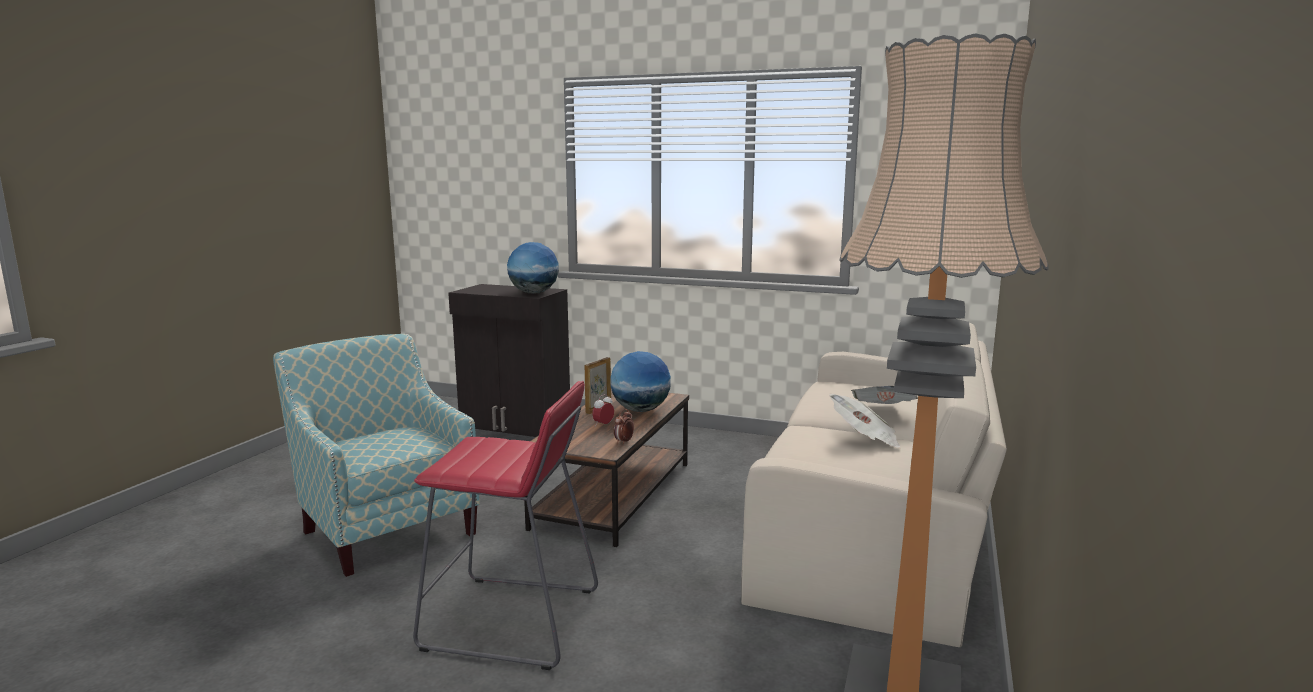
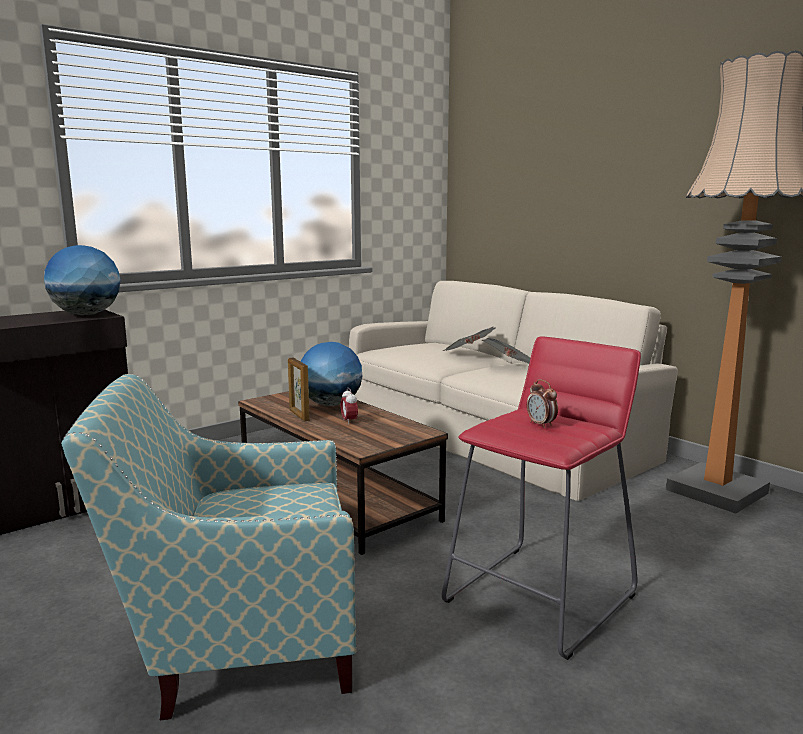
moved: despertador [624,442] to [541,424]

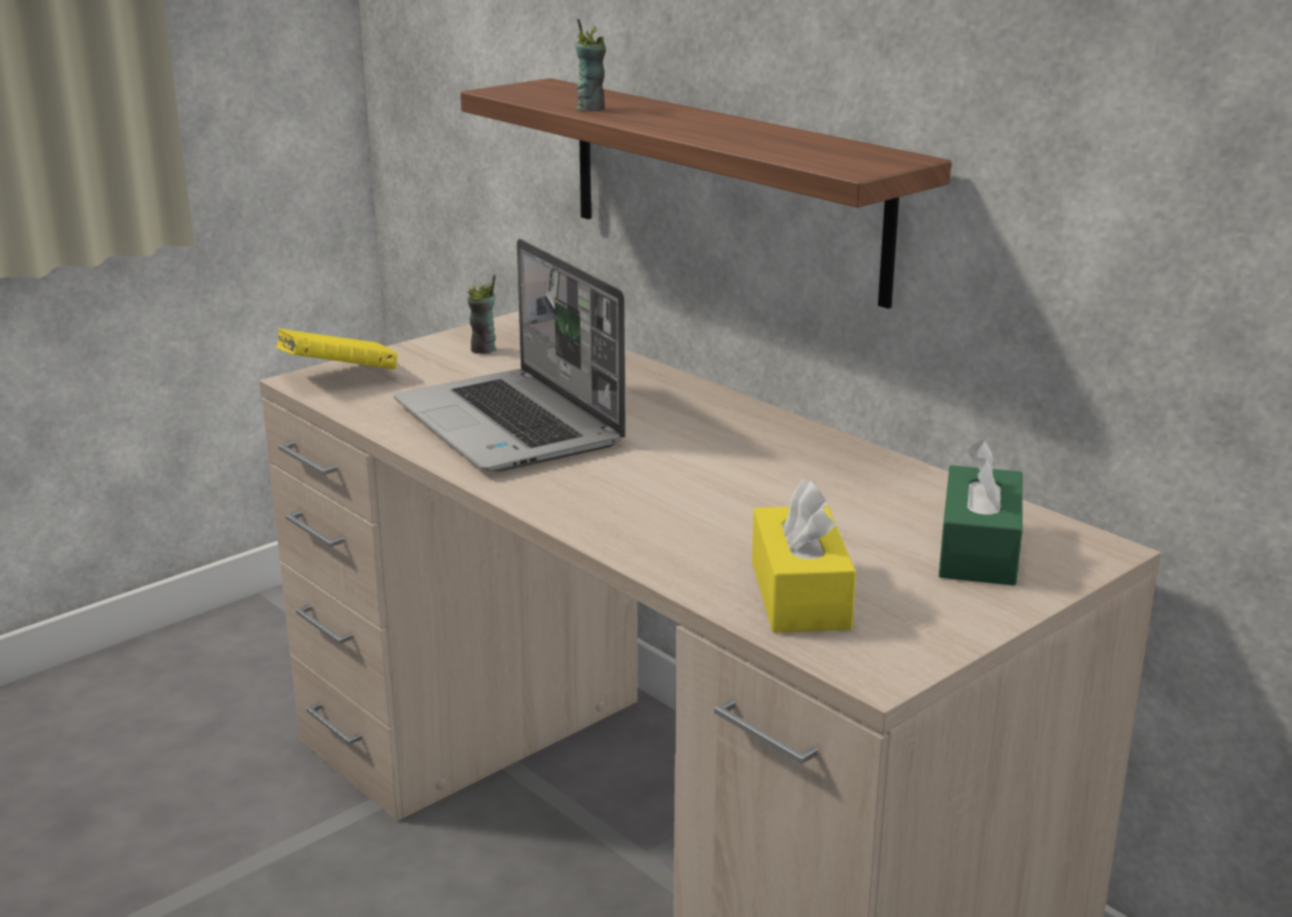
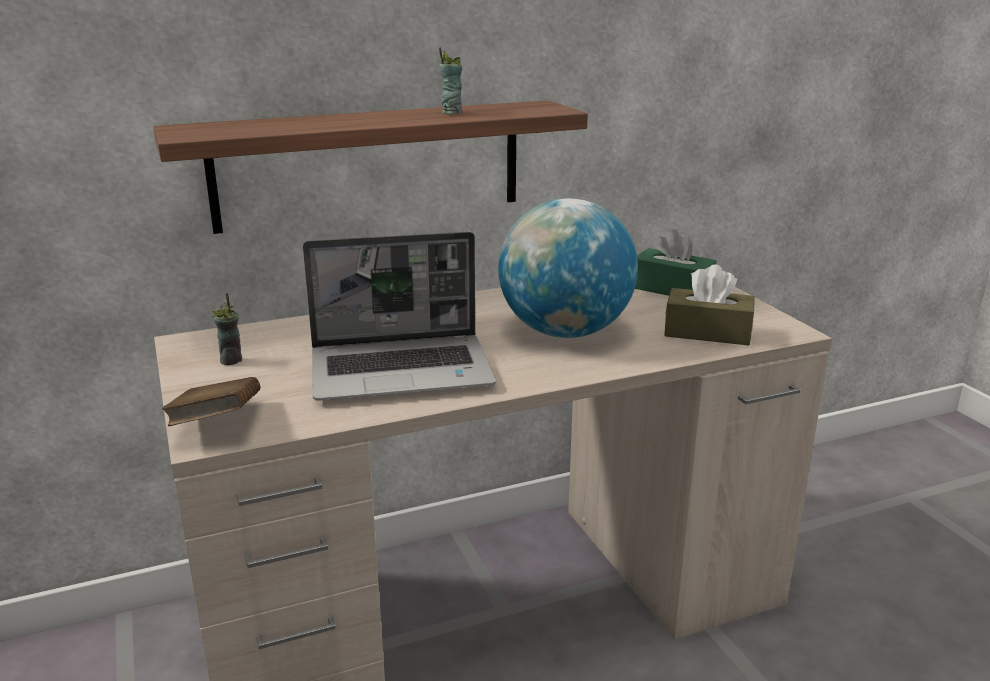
added: globo terráqueo [565,332]
moved: taza [591,108] to [451,112]
recoloured: libro/amarillo [338,377] to libro/marrón [217,424]; caja de pañuelos/amarillo [800,595] to caja de pañuelos/marrón [707,332]

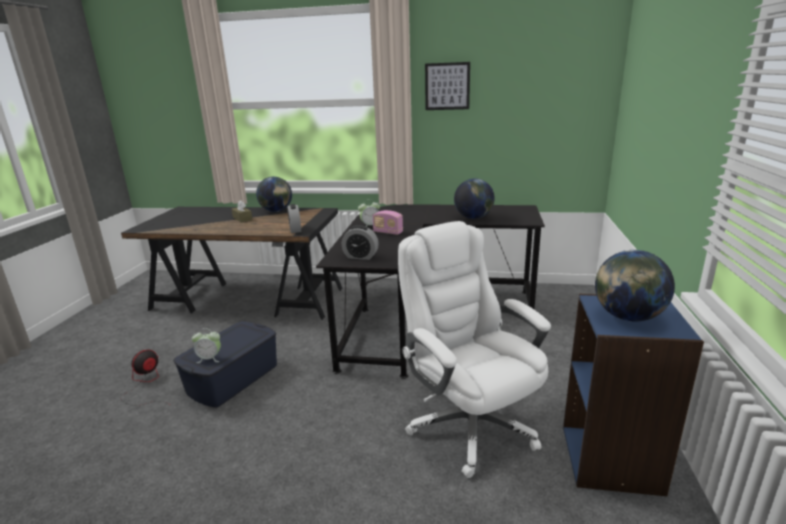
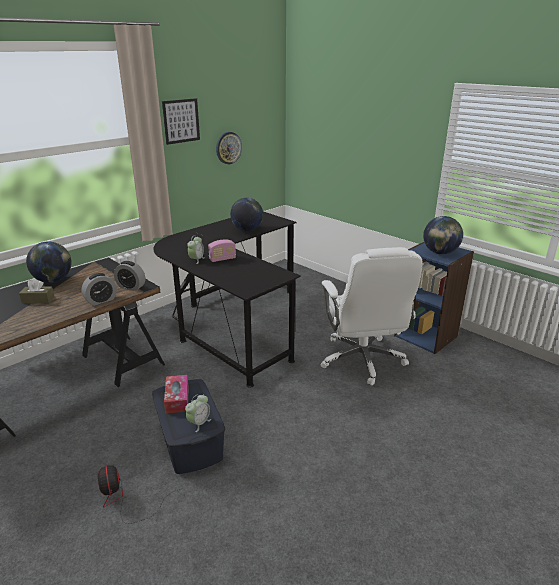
added: caja de pañuelos [177,399]; reloj de pared [228,148]
moved: despertador [360,256] to [101,300]
turned: silla de oficina/blanco [470,424] = [362,360] 105 degrees counterclockwise

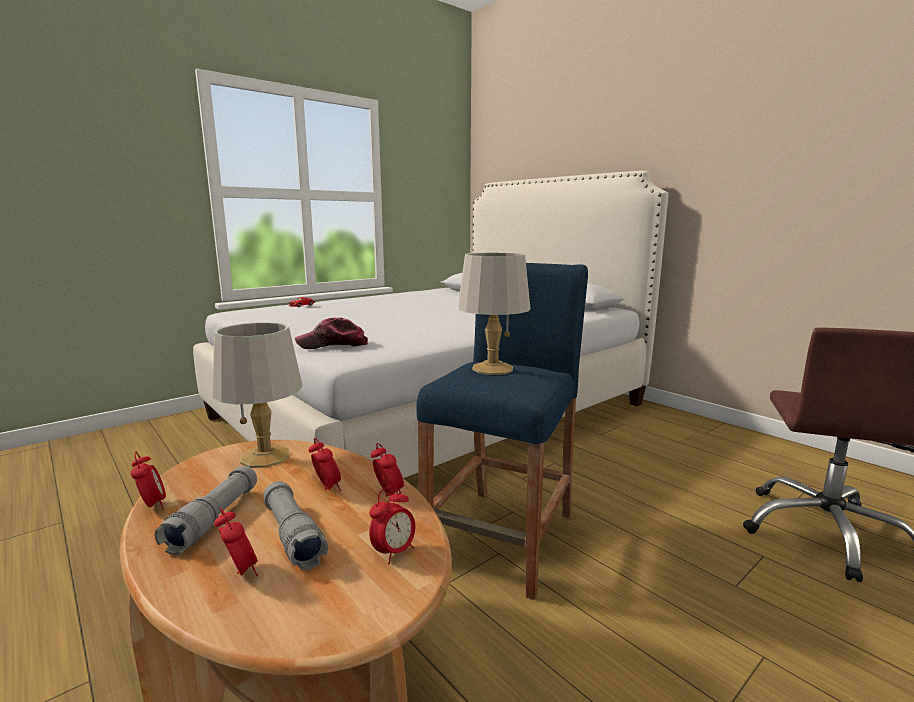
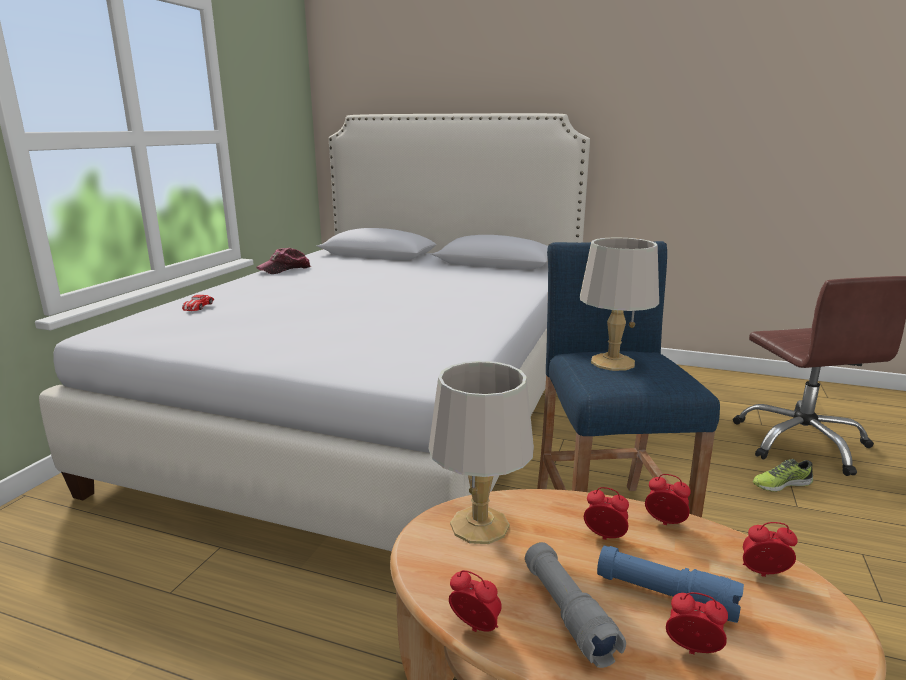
added: zapato [780,484]
moved: gorra [333,344] to [285,269]
recoloured: linterna/gris [292,535] to linterna/azul [665,596]
turned: despertador [394,552] = [763,574] 90 degrees counterclockwise

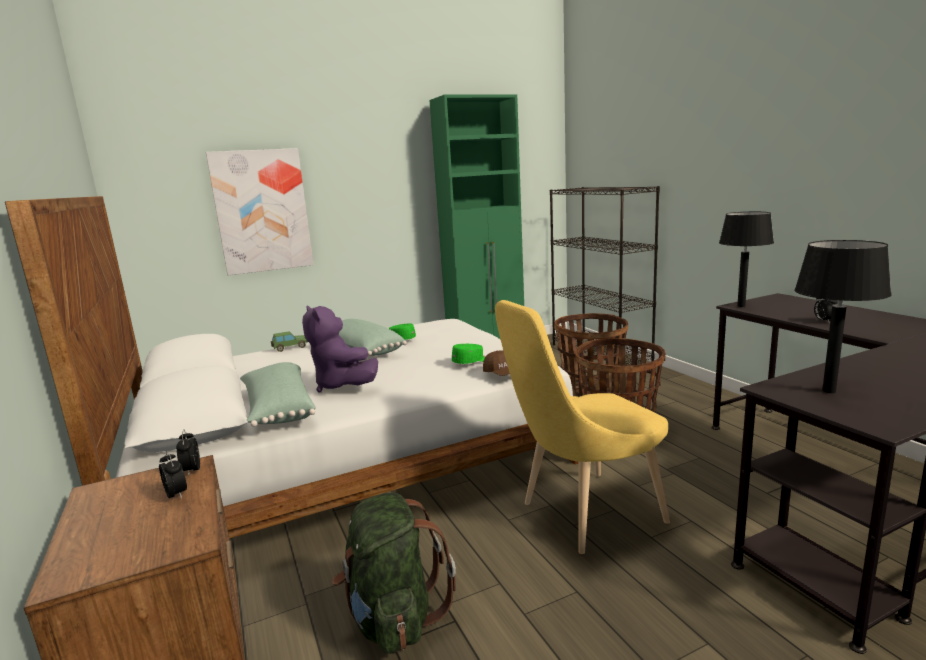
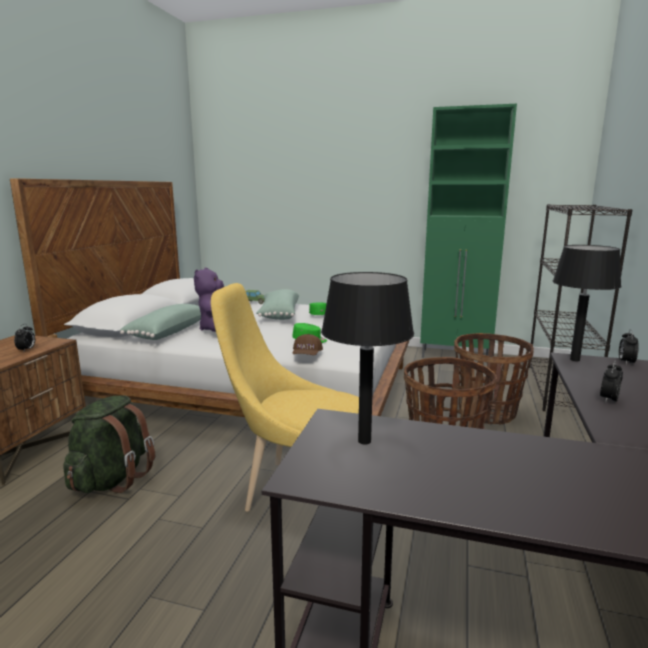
removed: cuadro [262,211]
moved: despertador [191,470] to [625,362]

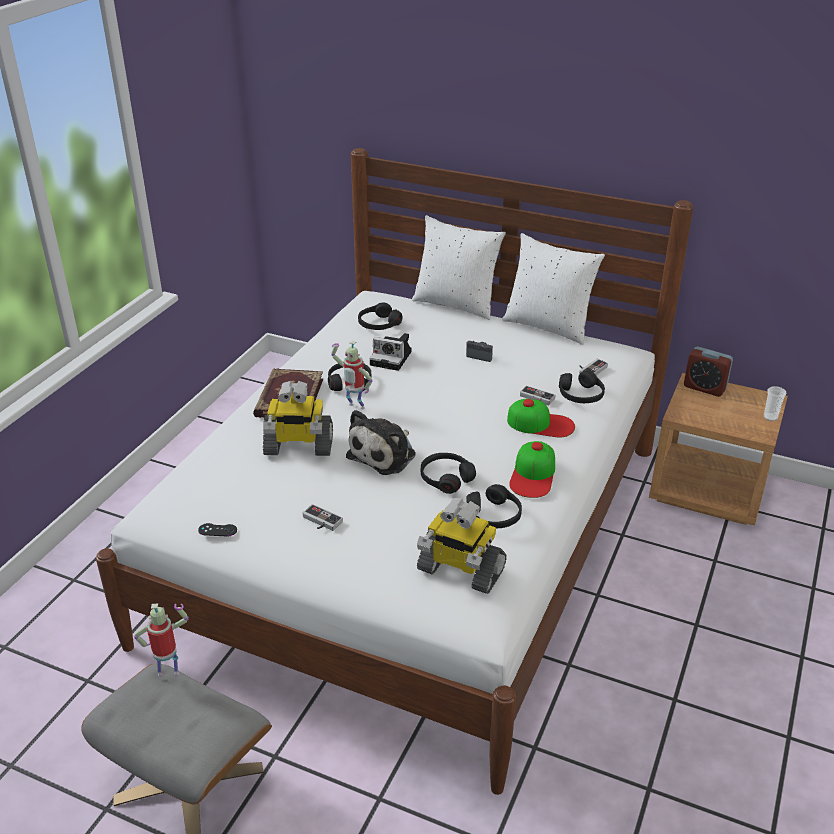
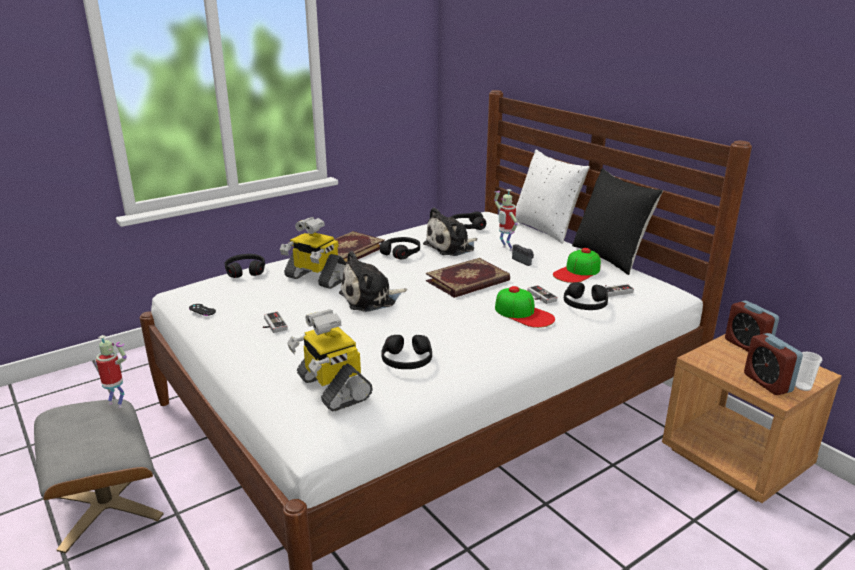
added: libro [468,281]; despertador [767,383]
moved: auriculares/negro [446,478] to [245,271]; robot de juguete [354,407] to [505,249]; gorra [533,475] to [577,272]
replaced: cámara [392,358] to peluche [451,247]
recoloured: cojín/blanco [548,326] to cojín/negro [610,257]

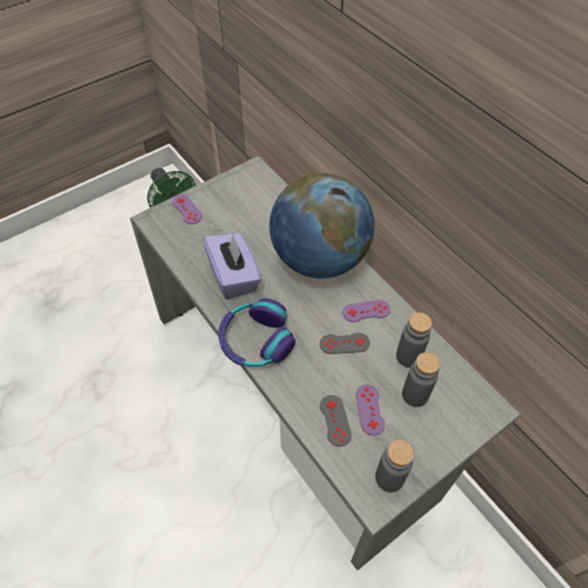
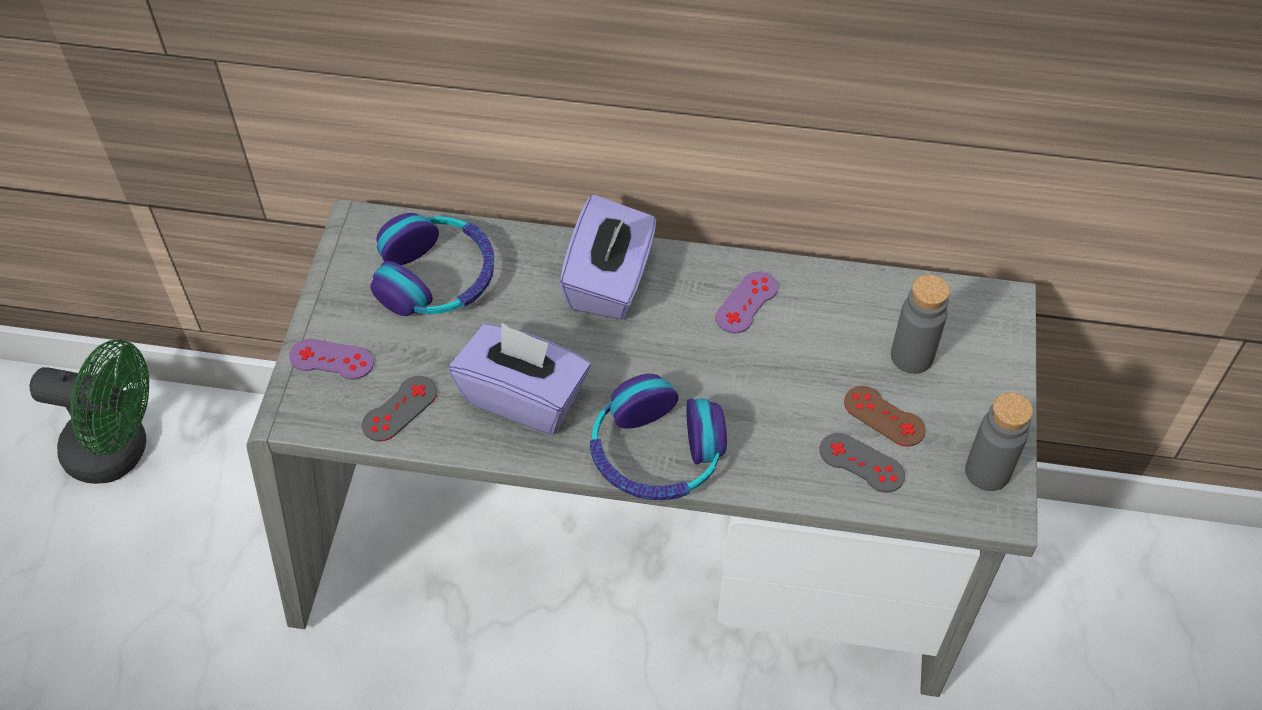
removed: botella/gris [408,356]
added: auriculares [436,278]
moved: mando de consola/gris [344,343] to [399,409]
replaced: globo terráqueo [319,258] to caja de pañuelos/morado [610,282]
recoloured: mando de consola/morado [370,409] to mando de consola/marrón [884,416]

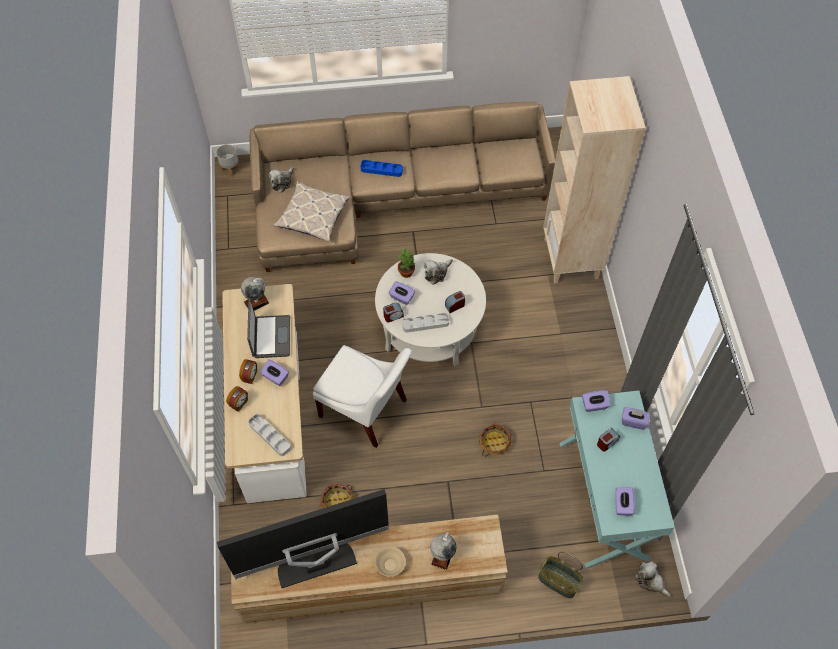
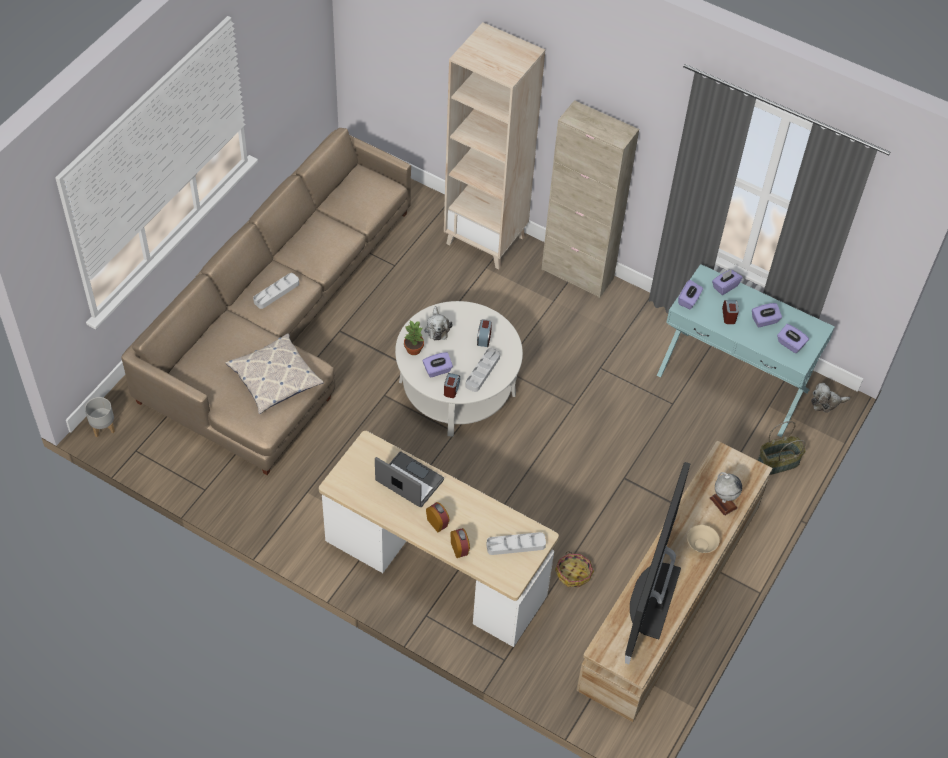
removed: globo terráqueo [256,302]; peluche [282,182]; silla/blanco [366,411]; cesta [494,443]
added: armario/beis [577,274]
moved: caja de pañuelos/morado [275,377] to [764,321]
recoloured: bandeja/azul [381,170] to bandeja/gris [276,292]

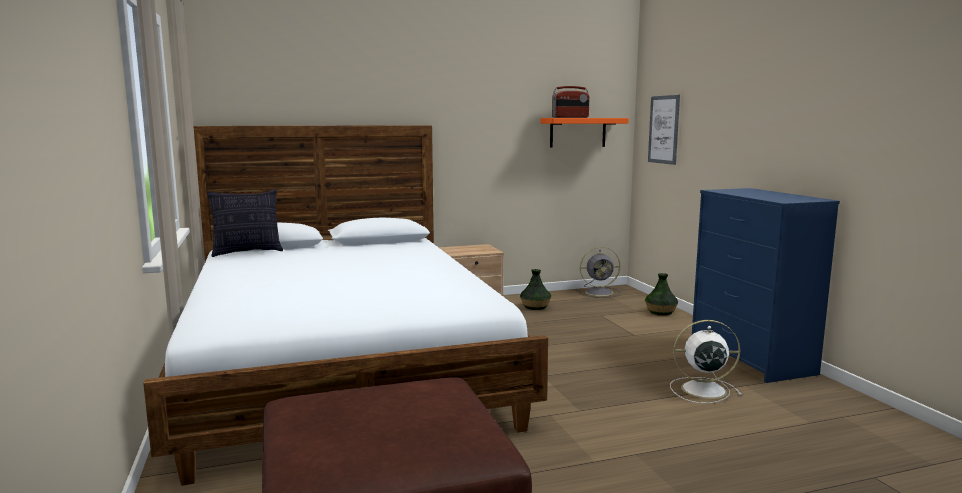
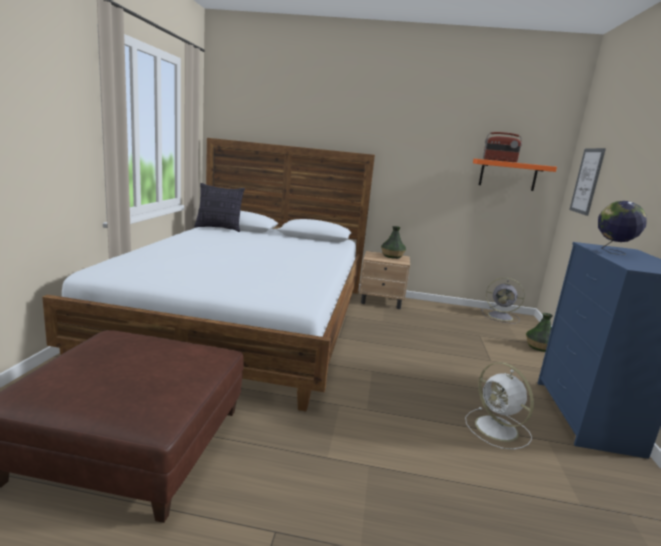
added: globo terráqueo [612,252]
moved: florero [535,306] to [392,256]
turned: ventilador/blanco [701,390] = [498,429] 150 degrees counterclockwise

